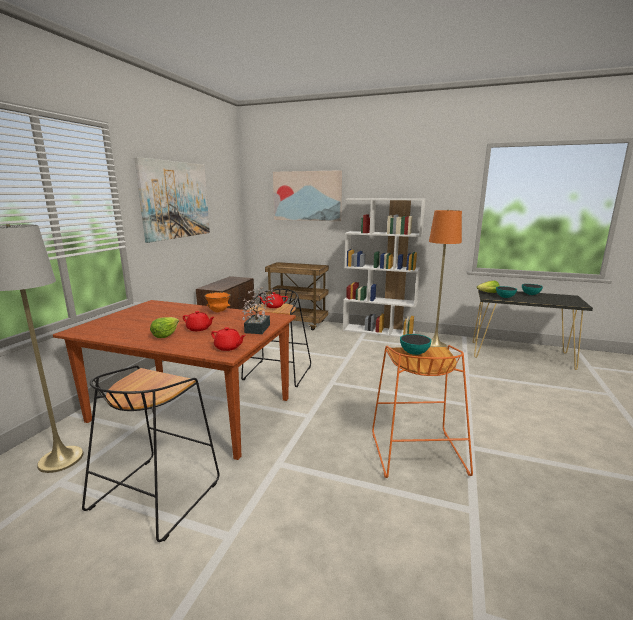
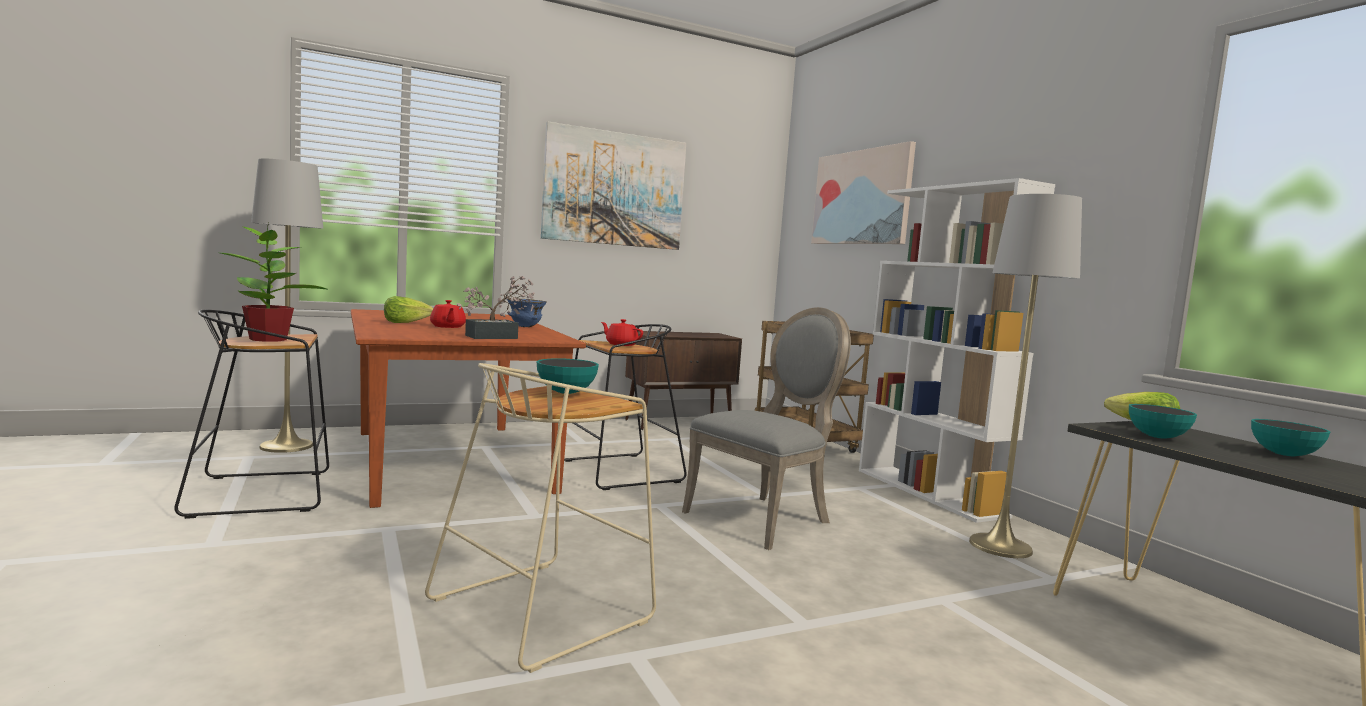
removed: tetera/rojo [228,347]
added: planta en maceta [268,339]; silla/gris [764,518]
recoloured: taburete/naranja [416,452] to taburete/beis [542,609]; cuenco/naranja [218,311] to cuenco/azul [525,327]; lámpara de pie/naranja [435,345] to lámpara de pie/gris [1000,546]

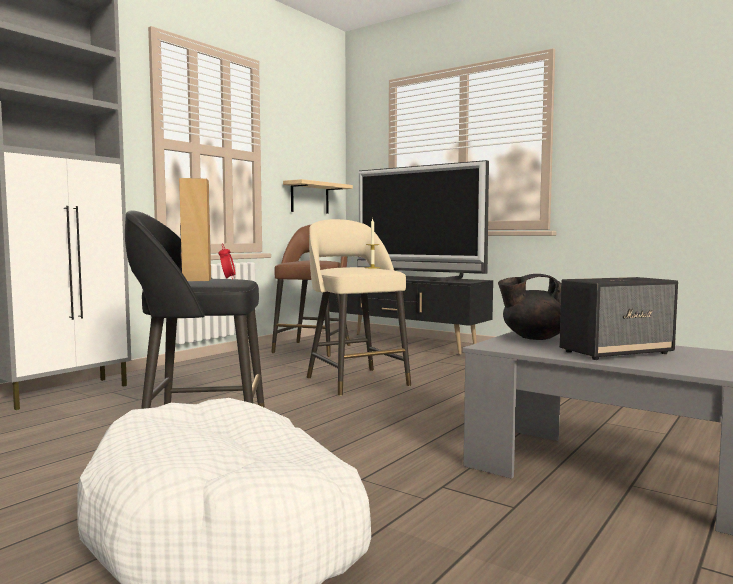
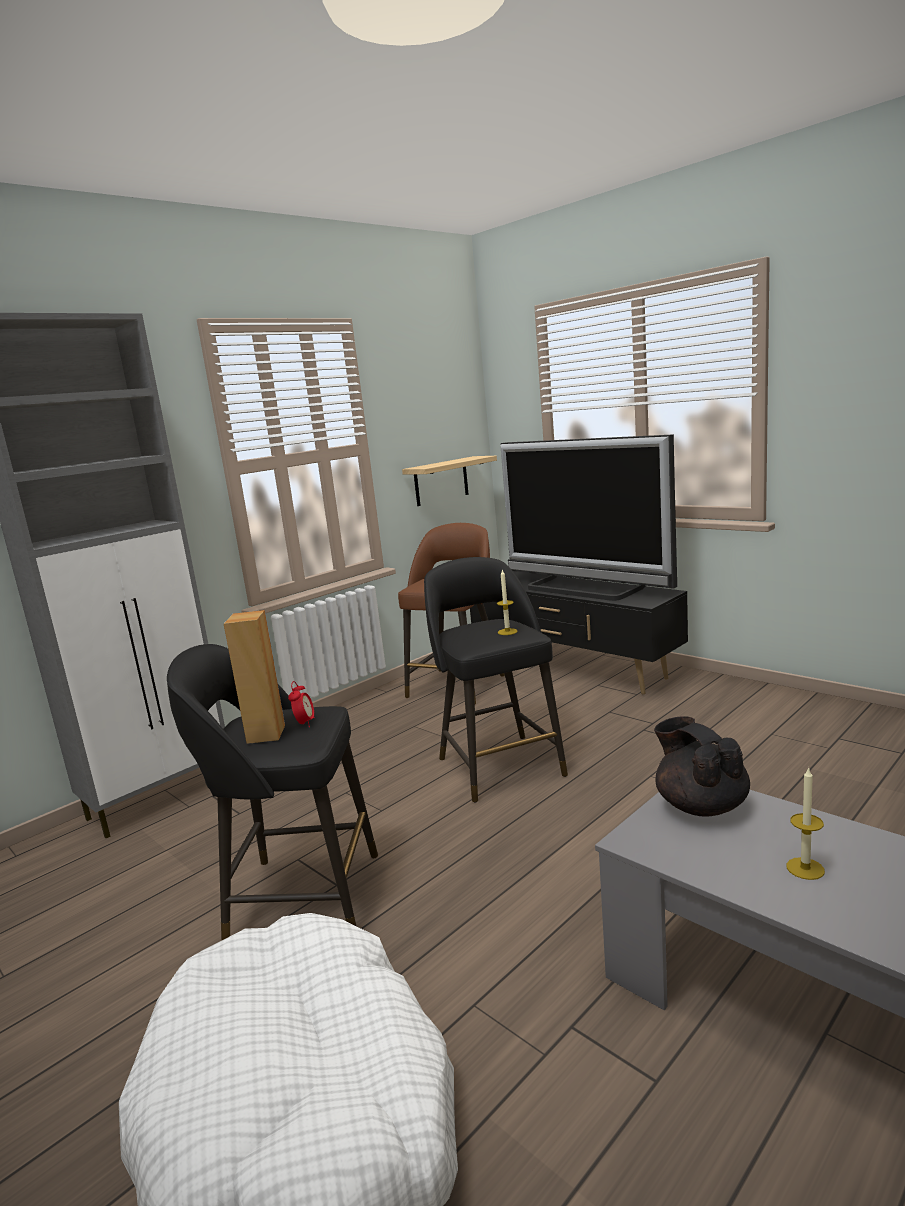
replaced: altavoz [616,352] to vela [805,868]
recoloured: taburete/beis [355,381] to taburete/negro [499,765]
turned: tetera/negro [534,338] = [700,805] 60 degrees clockwise

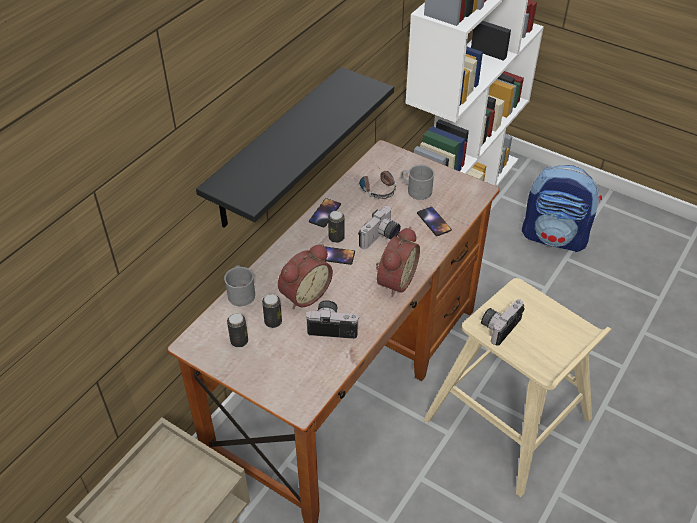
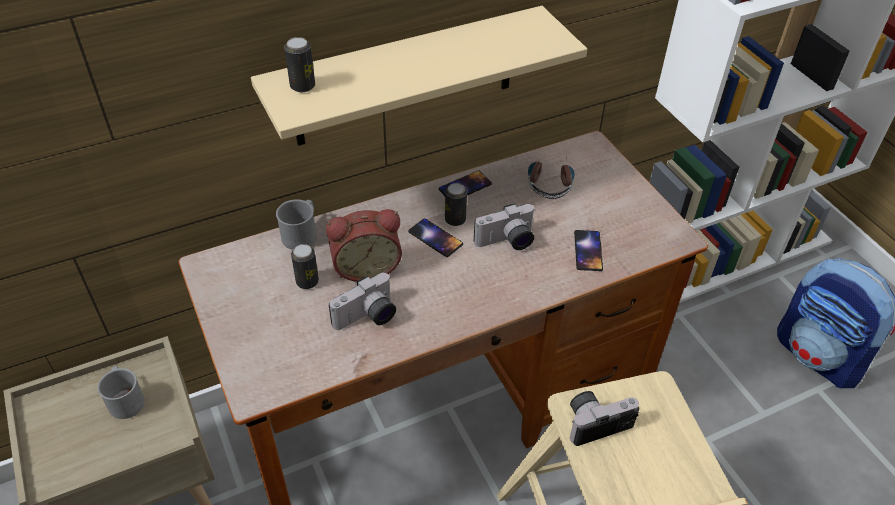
removed: despertador [394,280]
moved: taza grande/gris [416,190] to [125,399]; lata [239,341] to [302,86]
recoloured: estante/negro [276,150] to estante/beis [405,77]
turned: cámara [333,326] = [367,318] 105 degrees clockwise

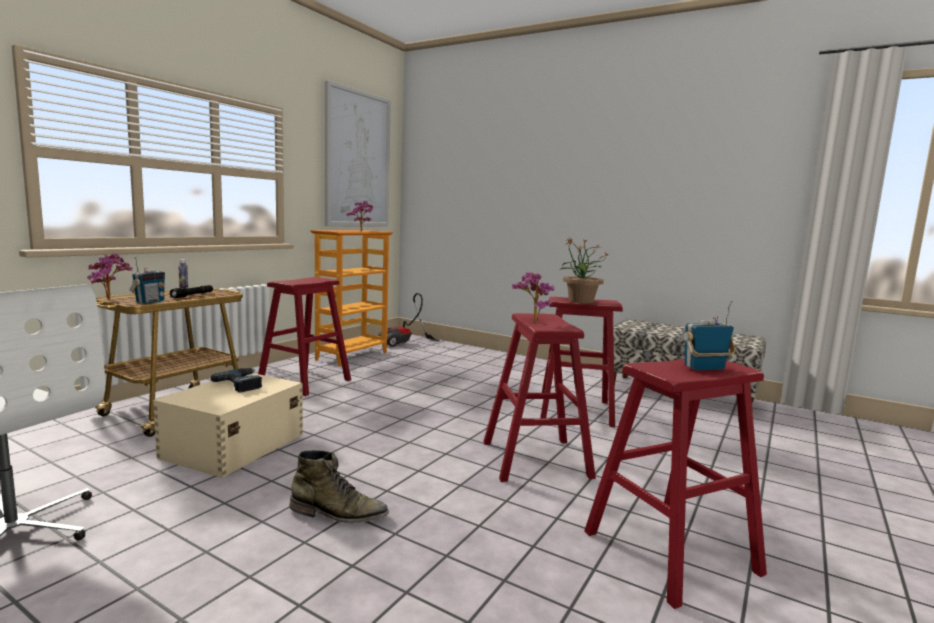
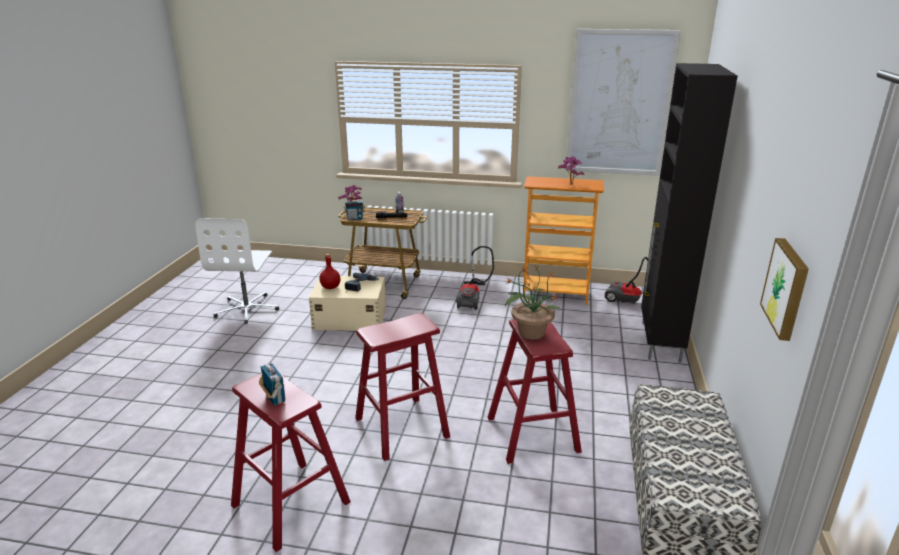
removed: bota/verde [338,514]; planta en maceta [532,321]
added: botella/rojo [330,287]; armario/negro [660,342]; cuadro [787,288]
replaced: taburete/rojo [304,381] to aspiradora [472,299]

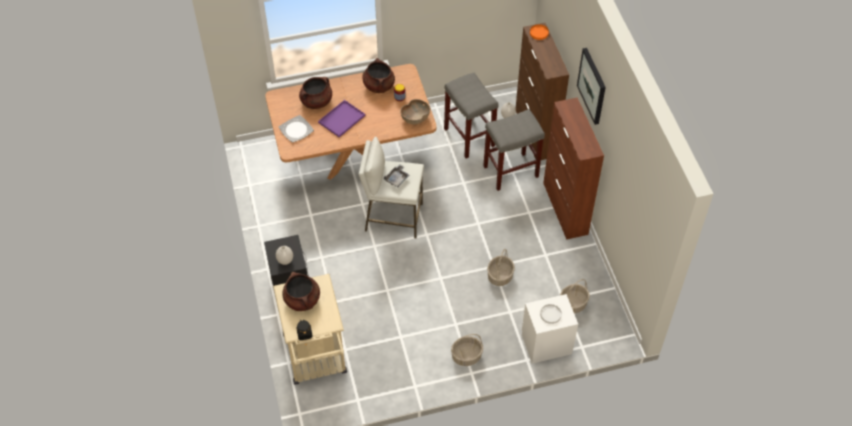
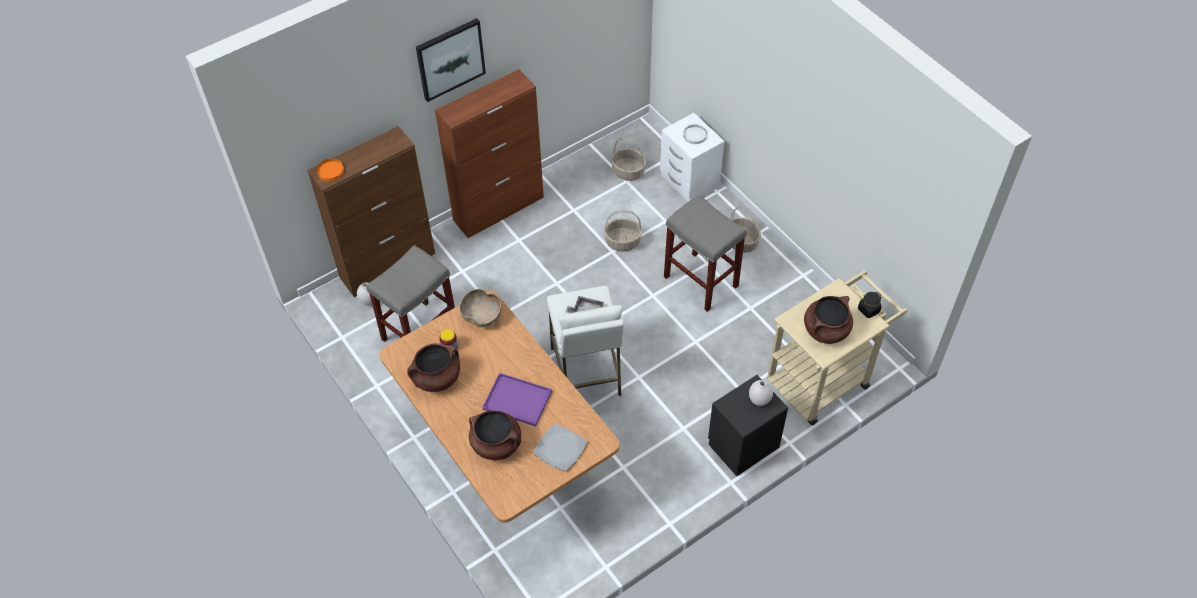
moved: taburete/gris [510,172] to [702,282]

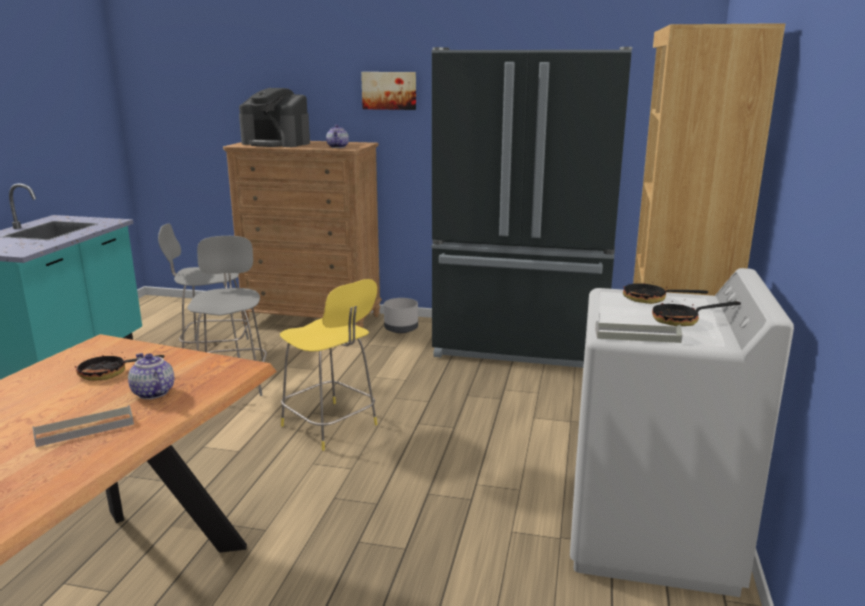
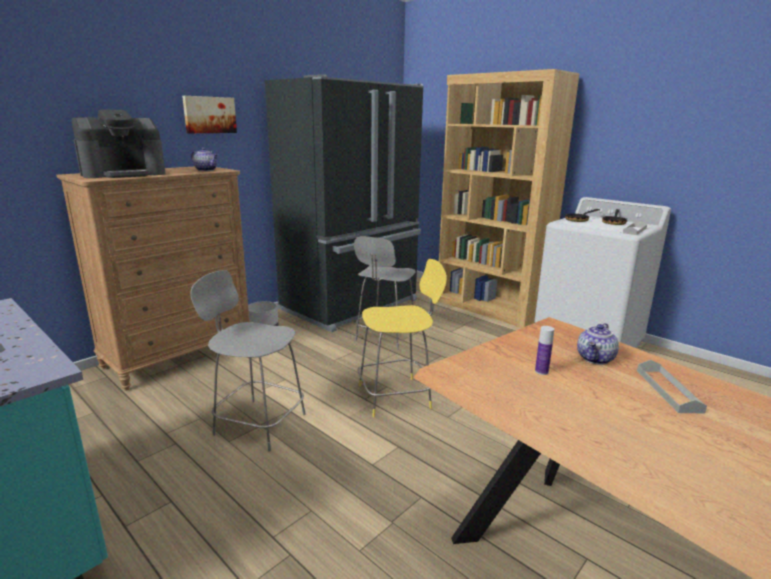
moved: taburete/gris [213,350] to [385,337]
replaced: sartén [110,373] to botella [541,371]
turned: tetera [152,393] = [596,359] 45 degrees counterclockwise

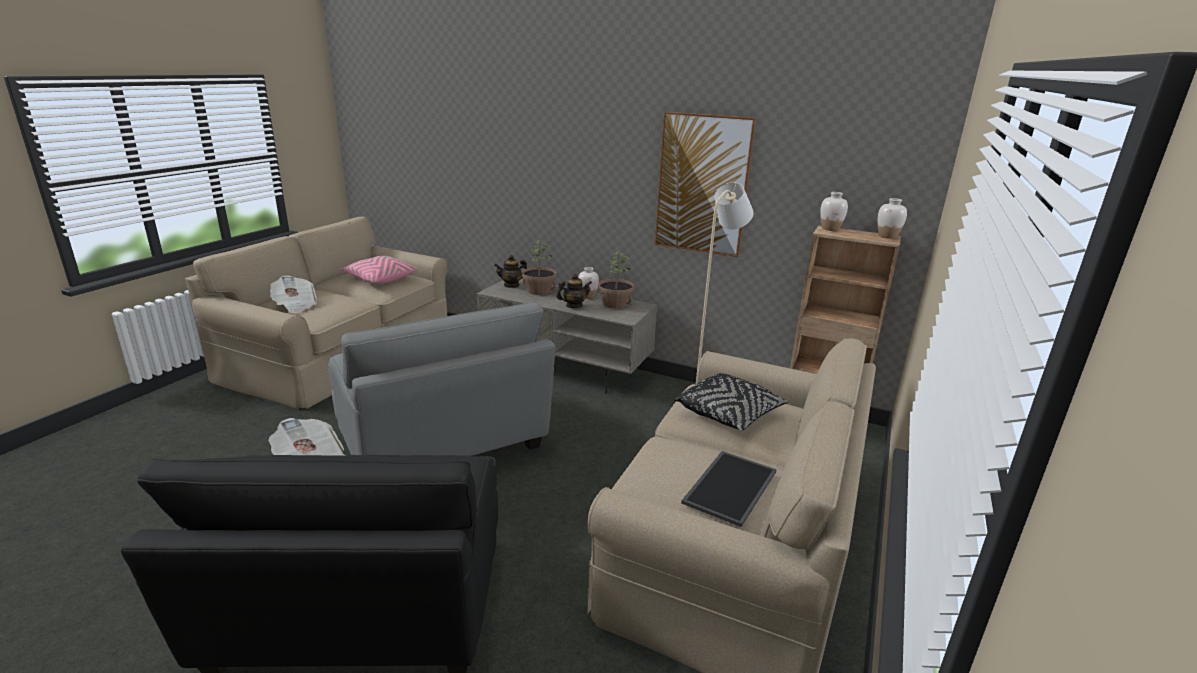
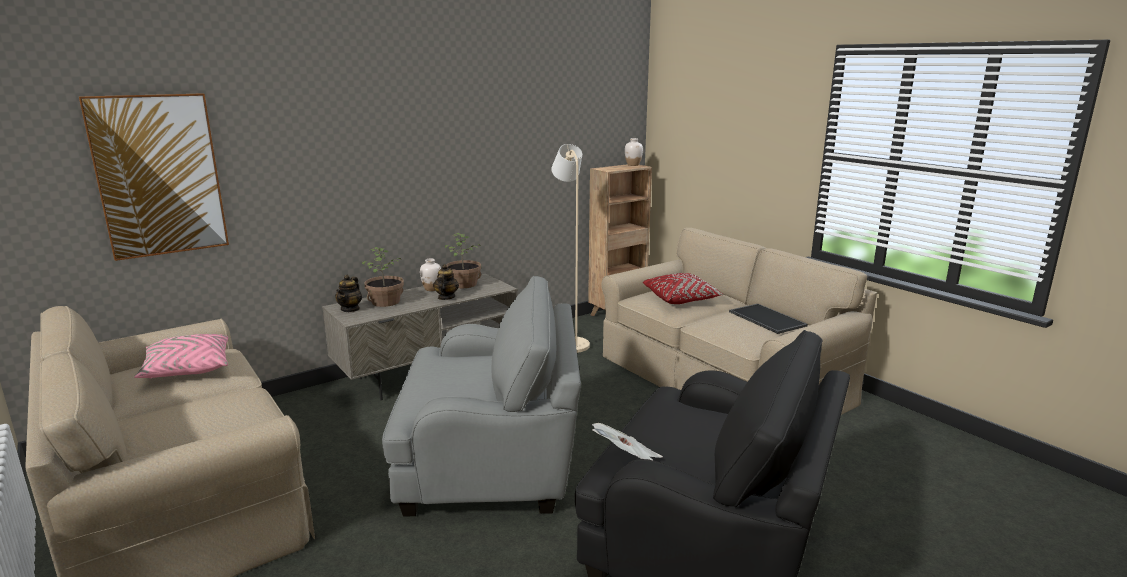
removed: periódico [295,305]; florero/blanco [830,229]
moved: cuadro [702,184] to [159,175]
recoloured: cojín/negro [729,414] to cojín/rojo [681,299]

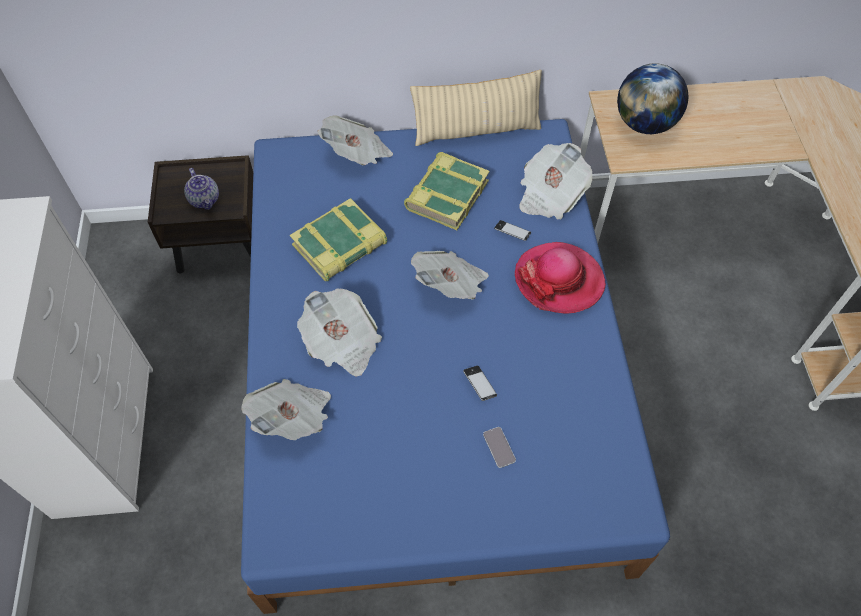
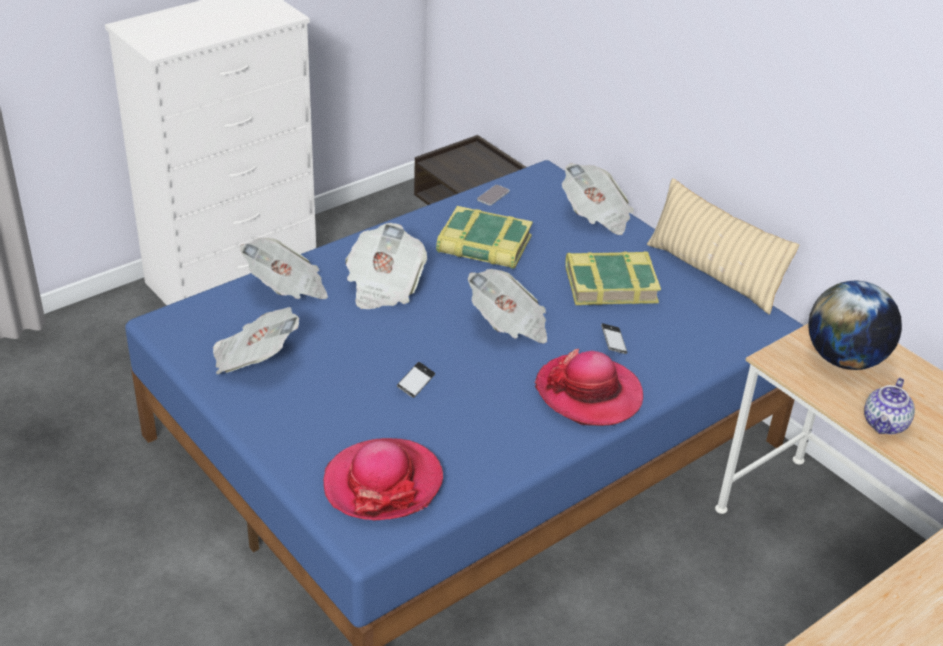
added: sombrero [383,483]
moved: periódico [549,195] to [254,359]; móvil [499,447] to [493,196]; tetera [205,199] to [885,424]

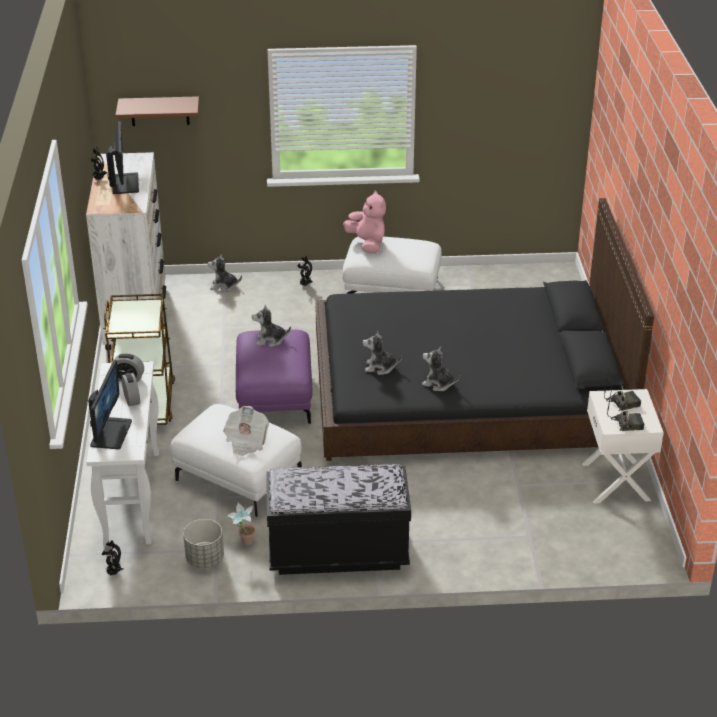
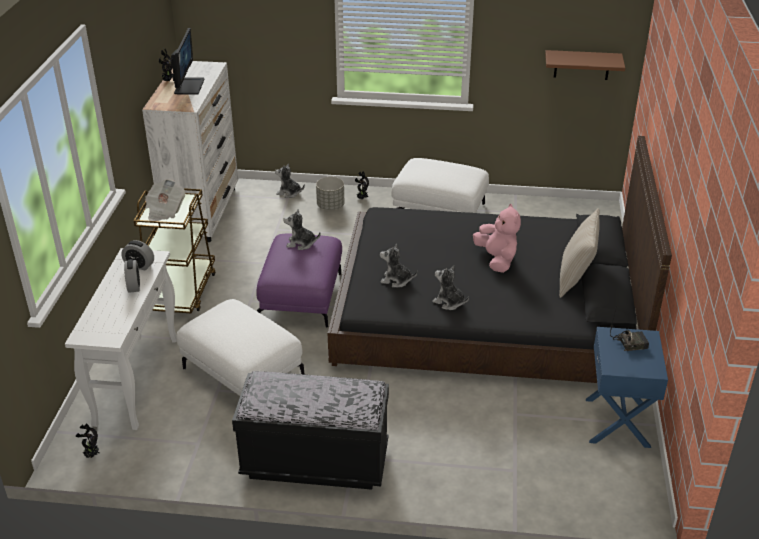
removed: monitor [110,433]; planta en maceta [244,543]; radio [627,424]
added: cojín/beis [575,279]
moved: periódico [246,442] to [164,211]; maceta/gris [205,558] to [331,206]; peluche/rosa [367,243] to [497,259]; estante/marrón [159,111] to [582,65]
recoloured: mesita de noche/blanco [617,482] to mesita de noche/azul [618,422]

